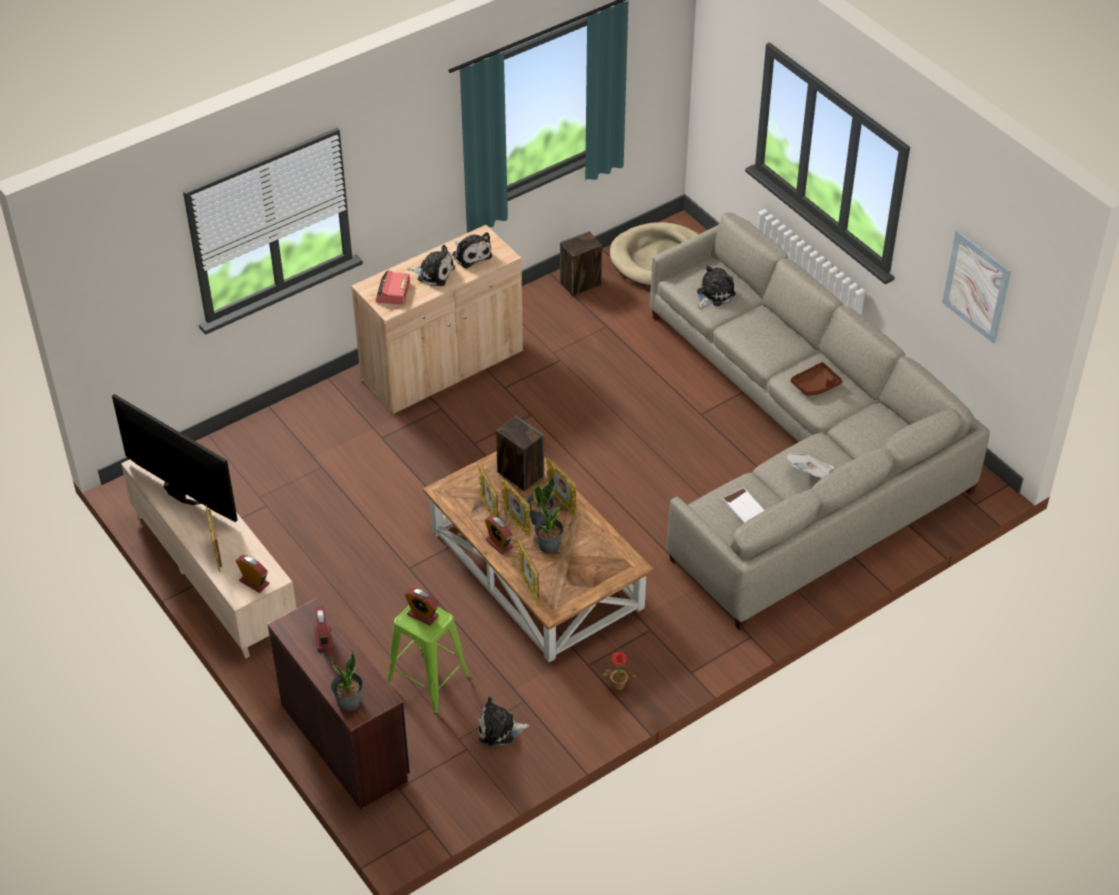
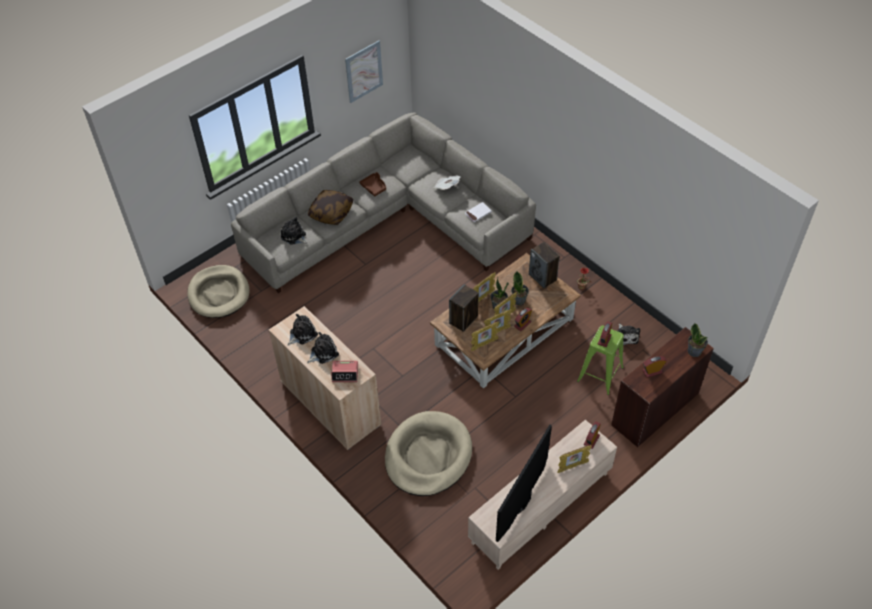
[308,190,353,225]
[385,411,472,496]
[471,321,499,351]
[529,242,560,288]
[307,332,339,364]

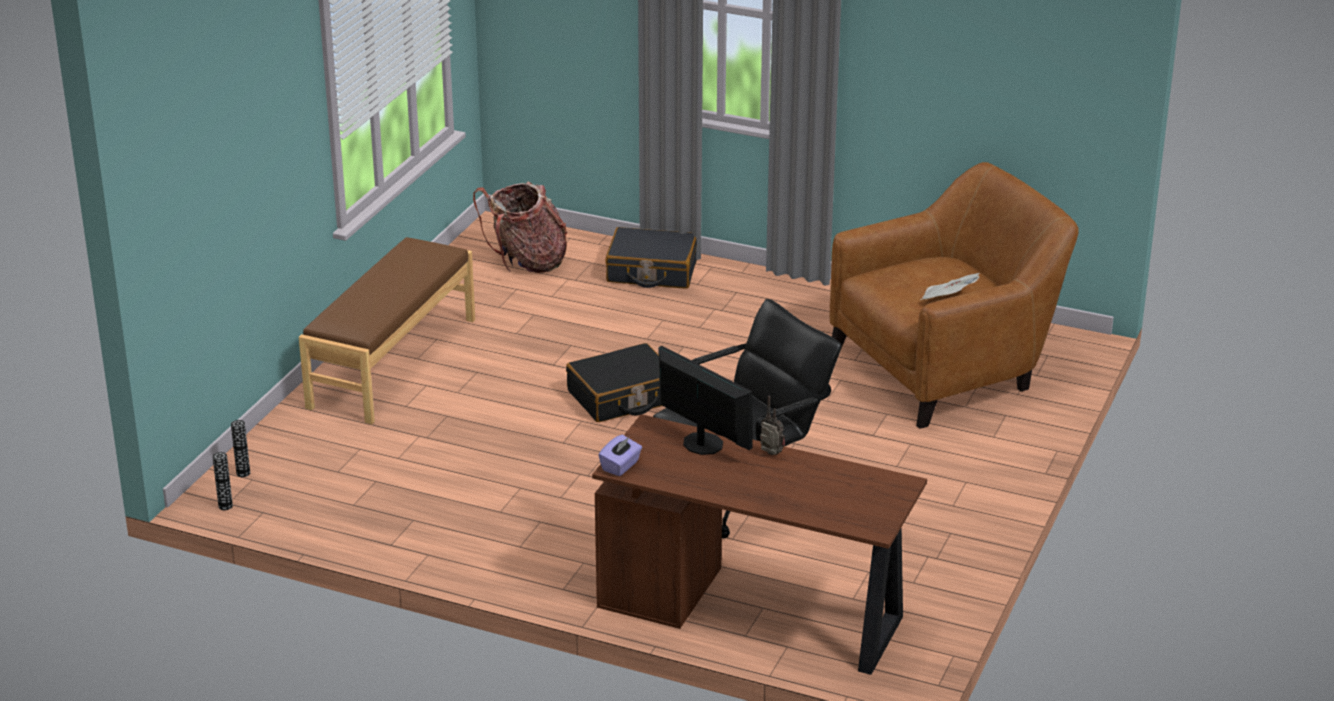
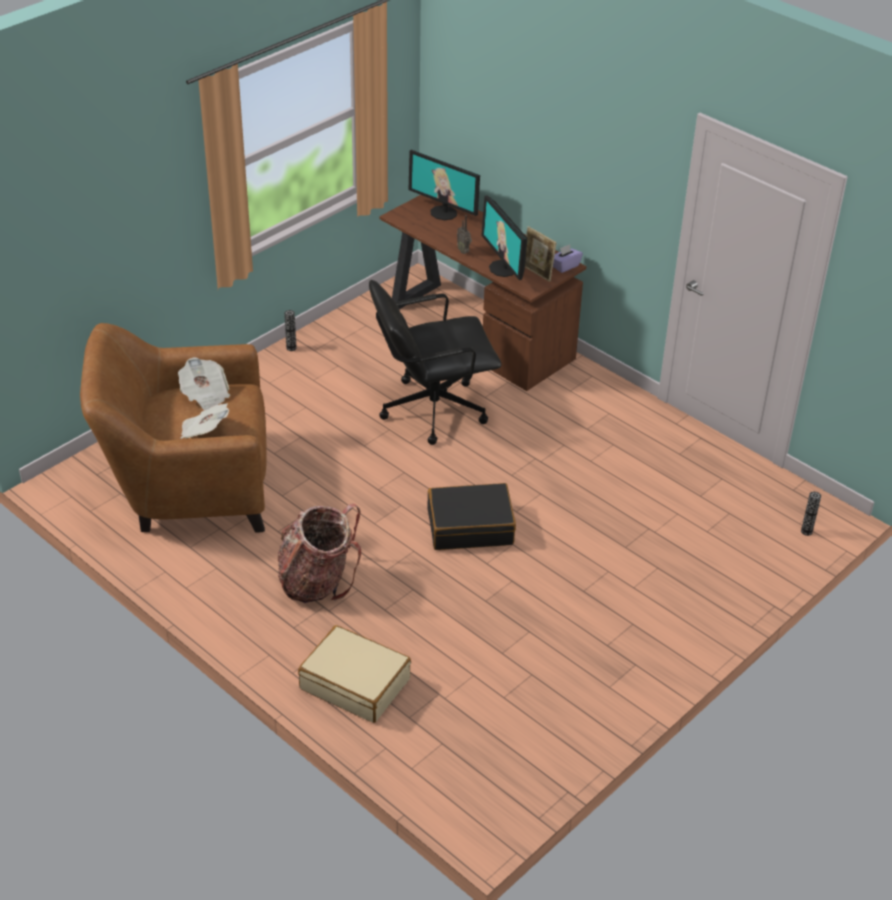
[299,237,475,424] (first image)
[180,403,229,439]
[409,150,480,220]
[525,226,557,282]
[284,310,297,351]
[278,503,361,603]
[298,625,411,723]

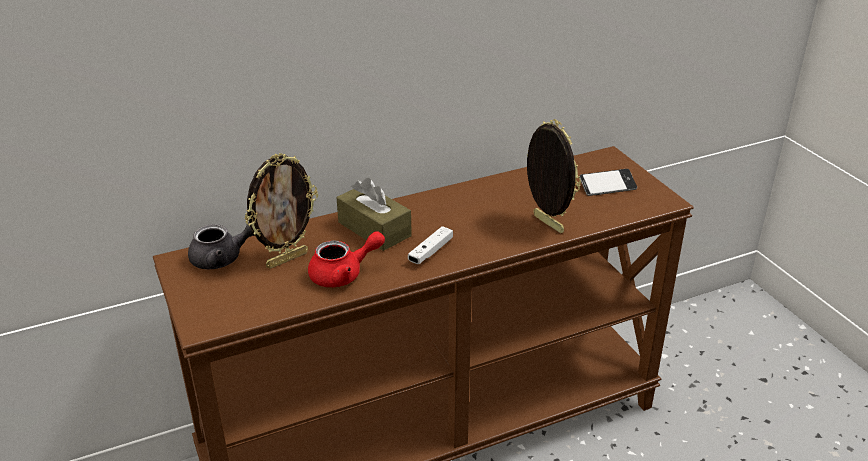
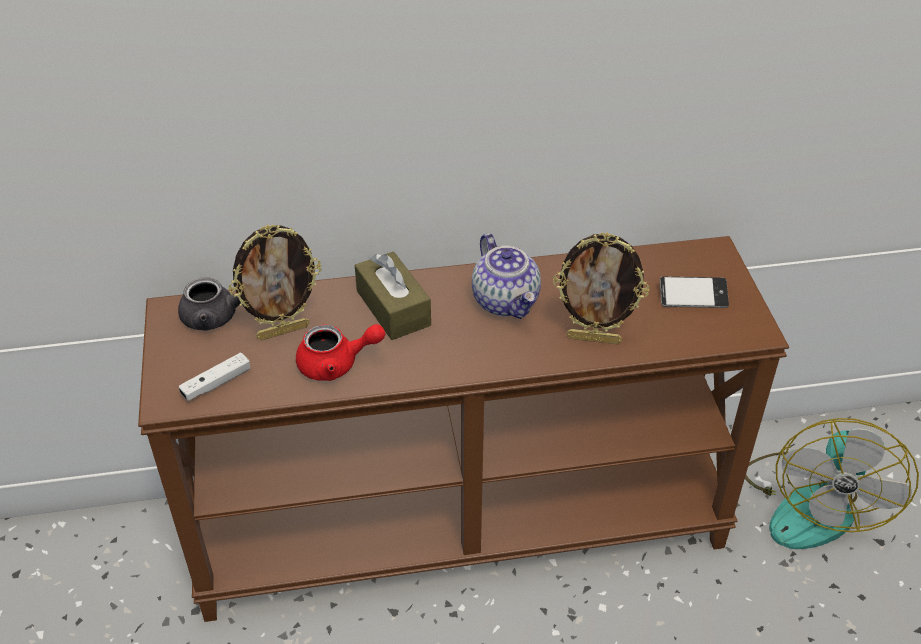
[472,233,541,319]
[745,418,919,549]
[179,352,250,401]
[553,232,649,344]

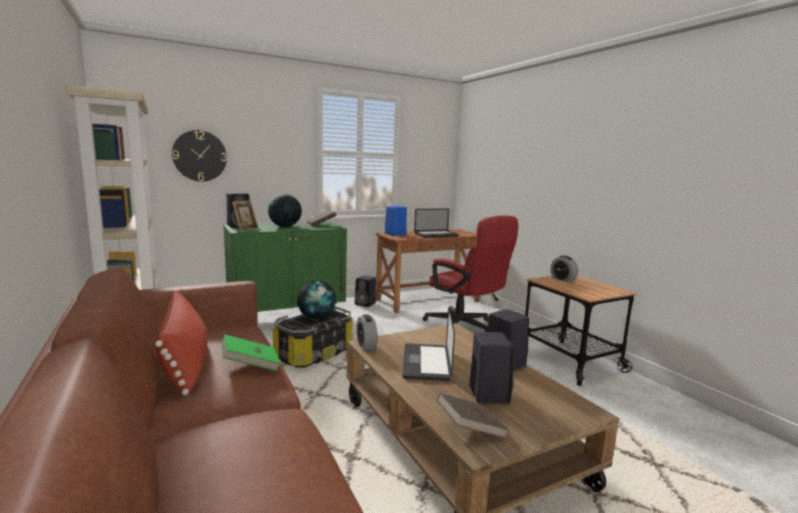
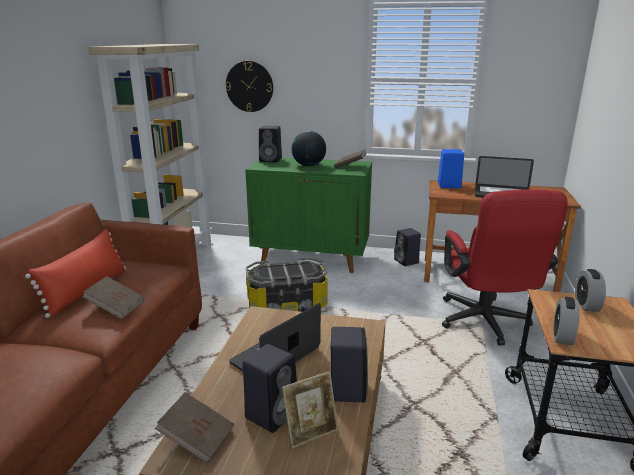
[297,280,336,319] (first image)
[282,371,338,449]
[553,297,580,345]
[82,276,144,319]

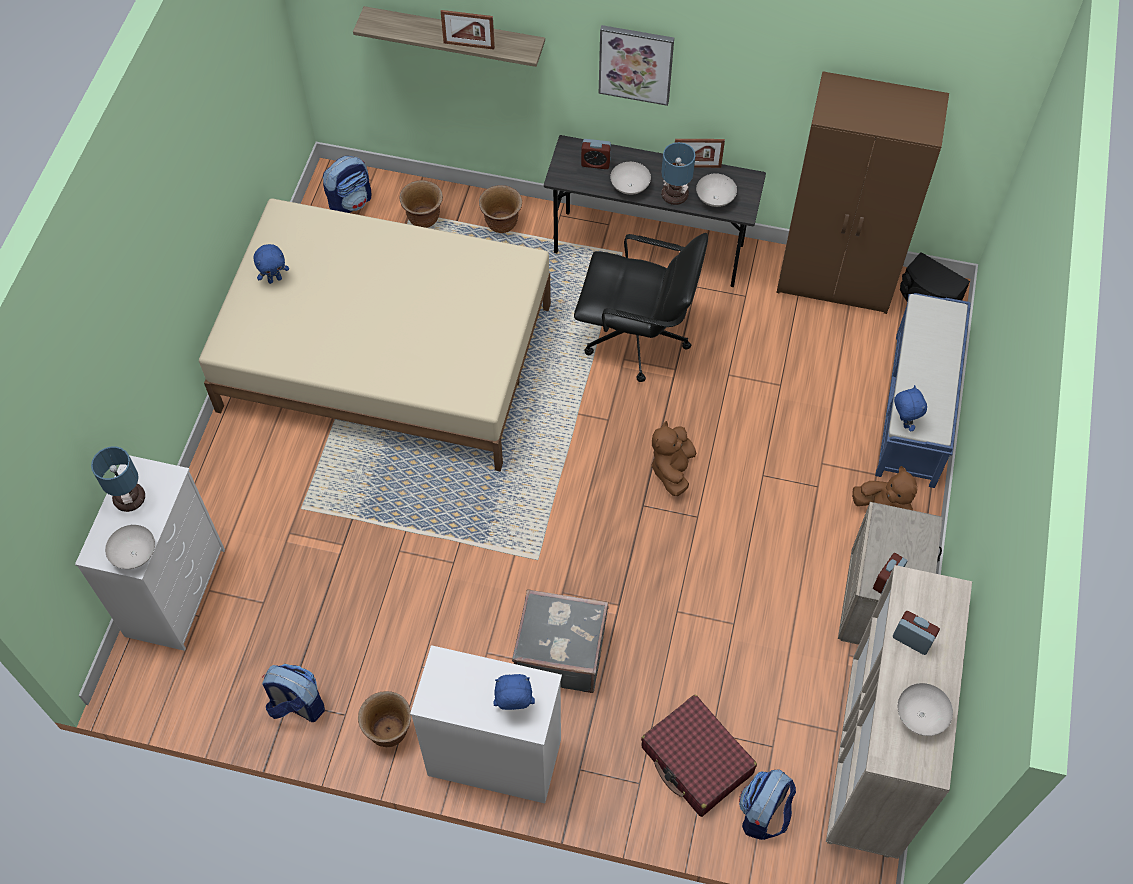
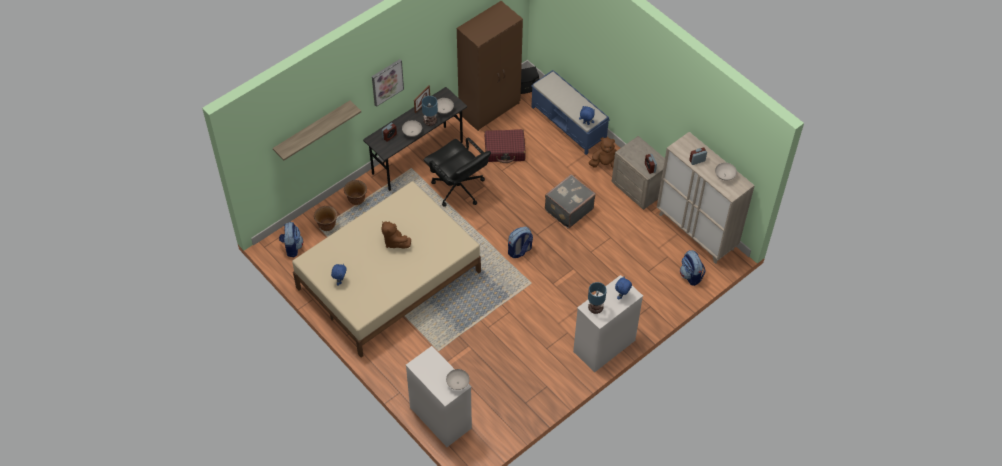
[358,691,411,747] (first image)
[441,10,495,50] (first image)
[588,282,607,314]
[508,226,533,258]
[545,174,596,229]
[485,129,526,163]
[381,221,411,248]
[424,137,491,207]

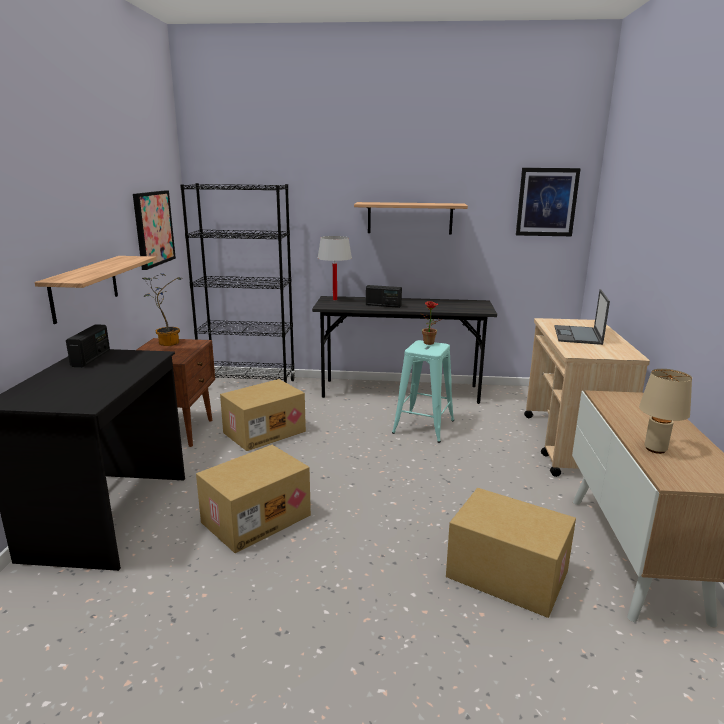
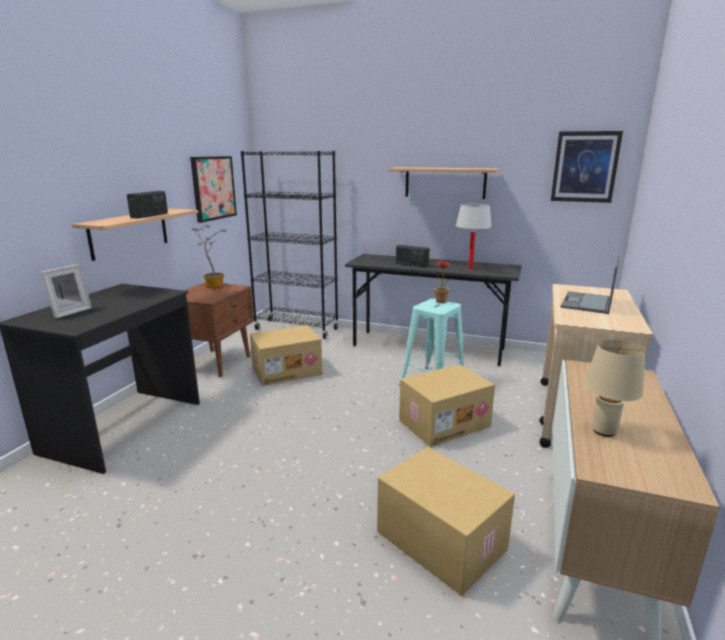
[40,264,92,319]
[127,191,168,219]
[399,364,495,447]
[456,204,492,270]

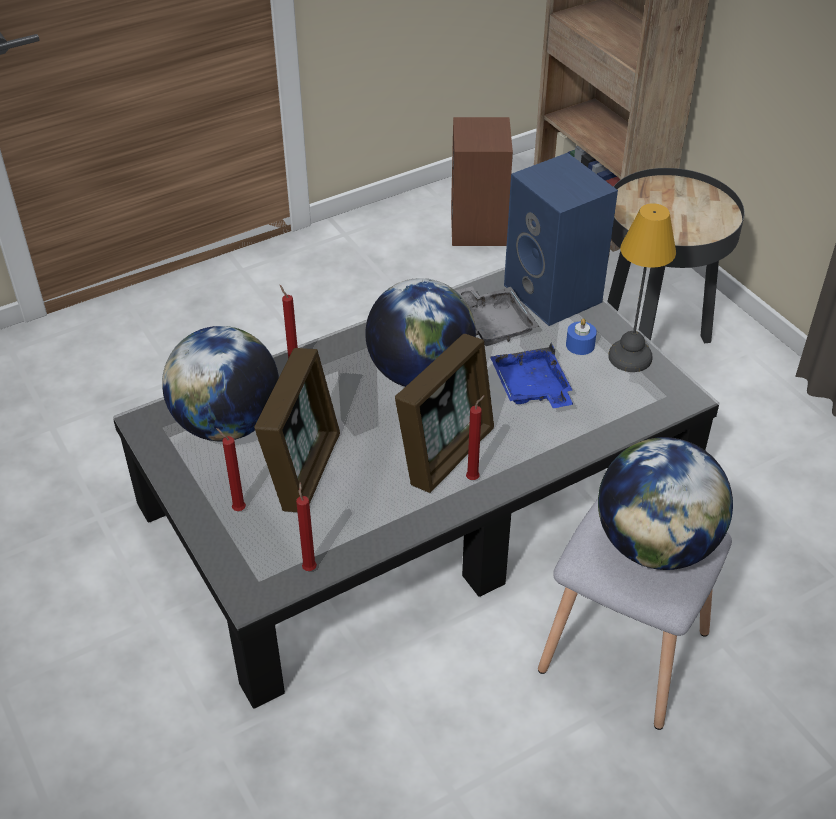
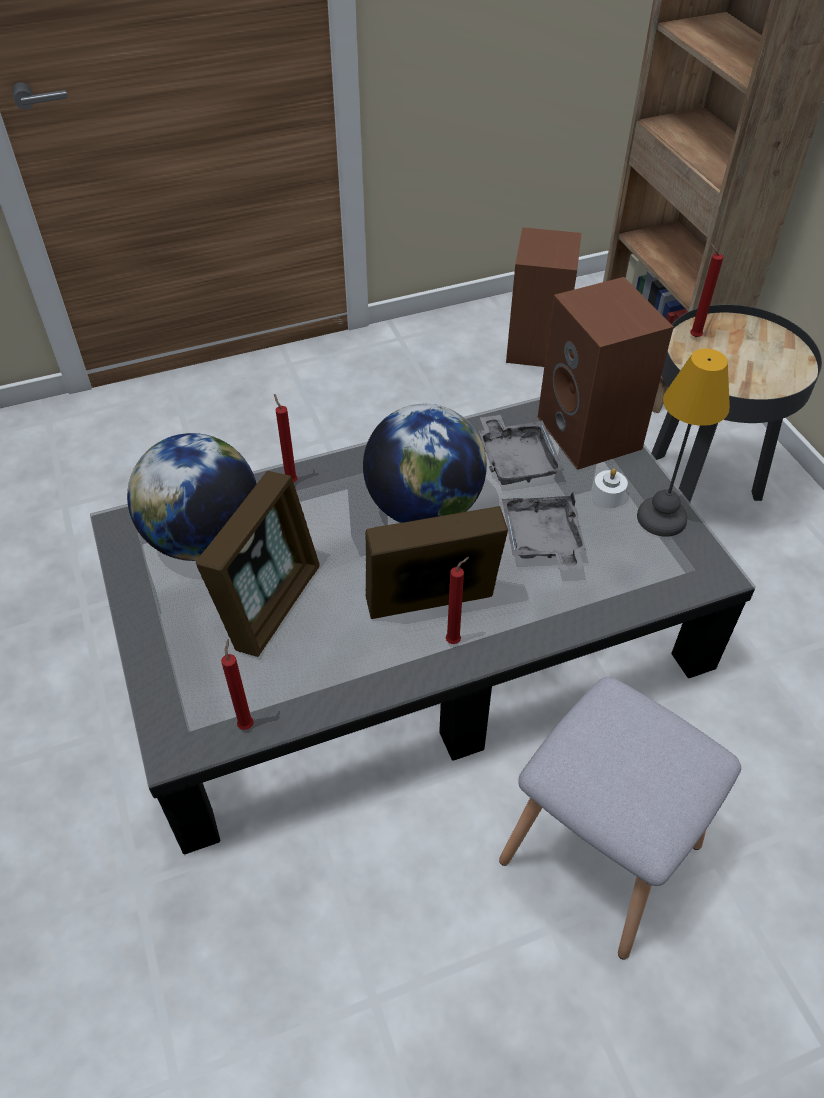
[598,437,733,570] (first image)
[690,243,724,337]
[502,492,587,570]
[538,277,674,470]
[592,469,628,508]
[365,506,508,619]

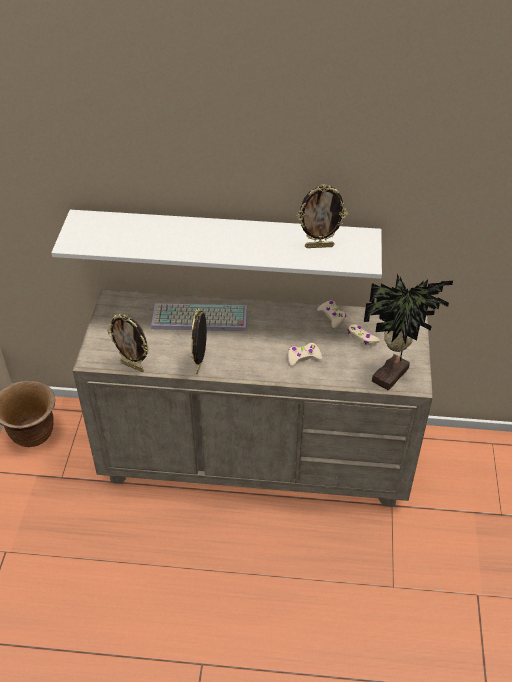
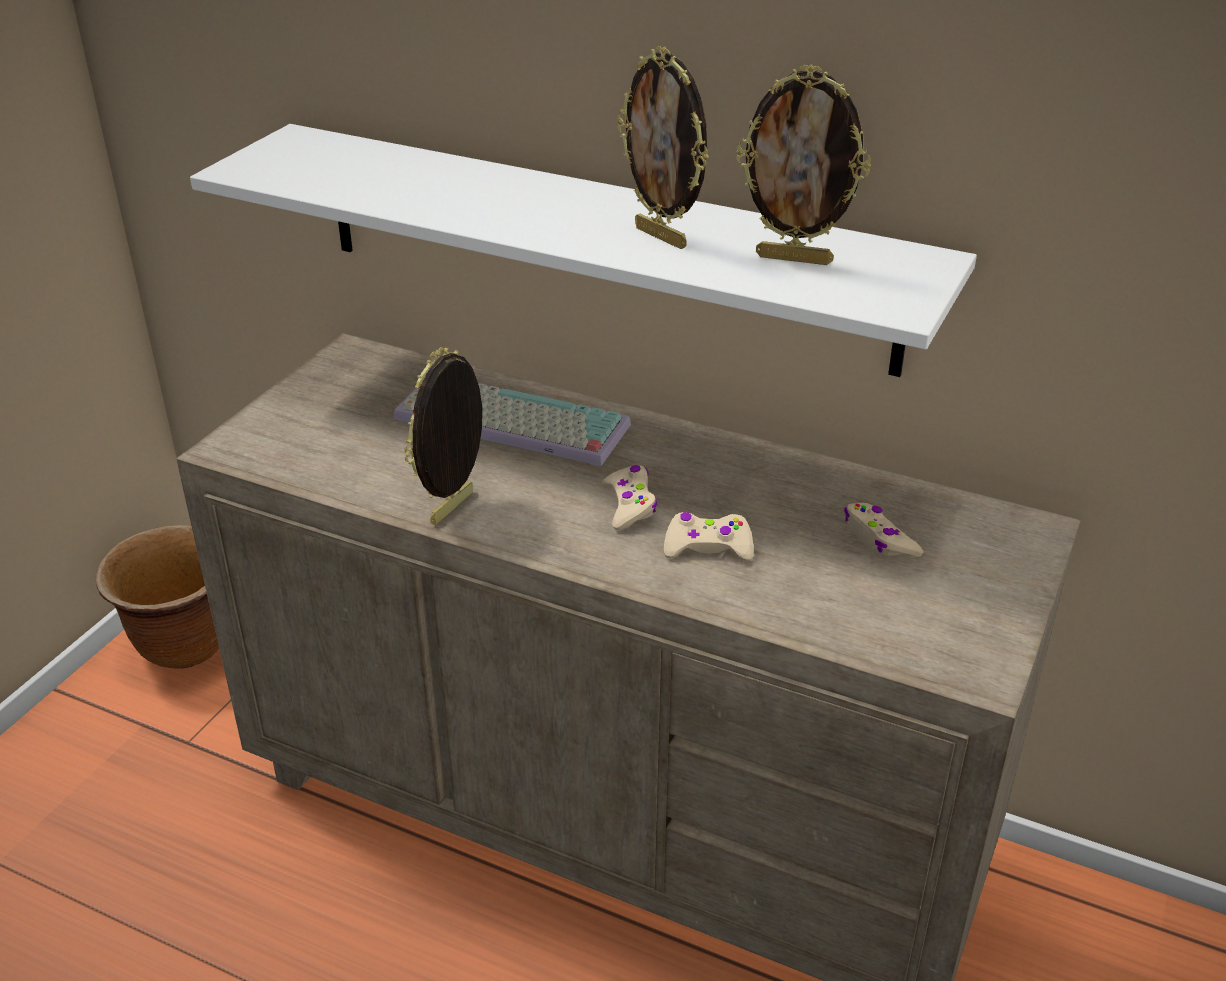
[364,273,453,390] (first image)
[617,46,709,249]
[601,465,657,530]

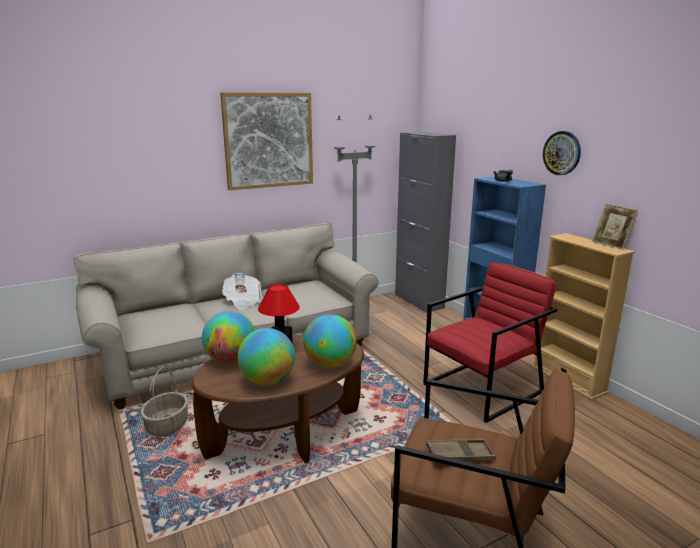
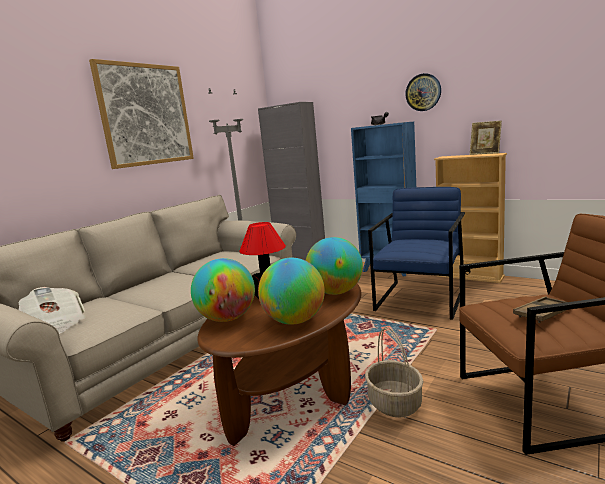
[365,327,424,418]
[18,287,86,334]
[368,187,465,320]

